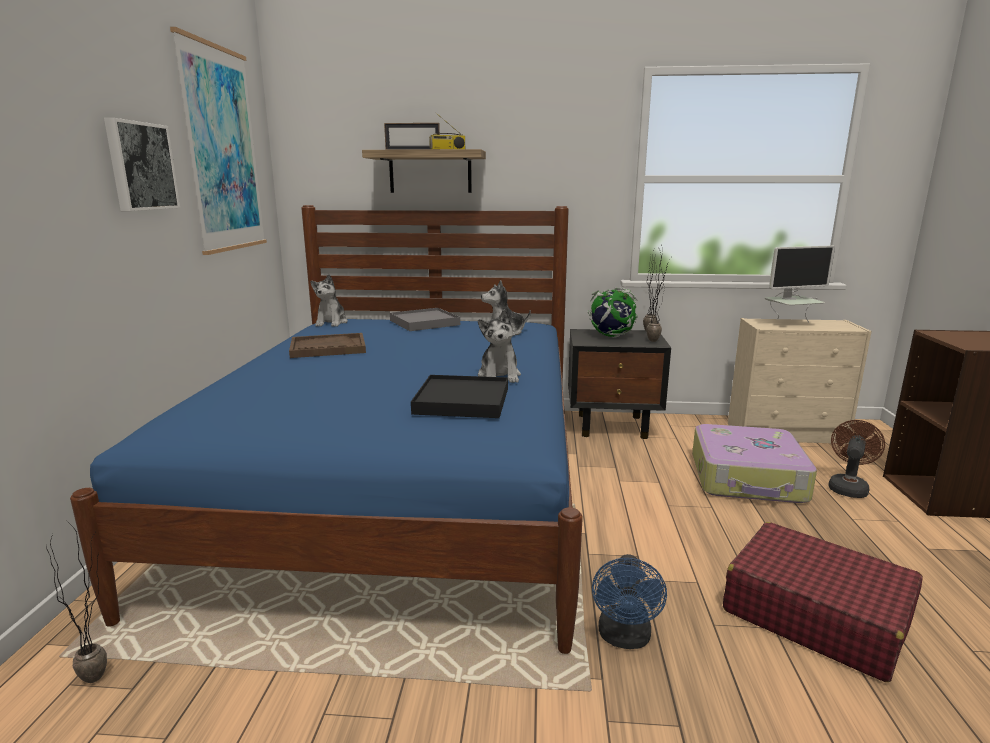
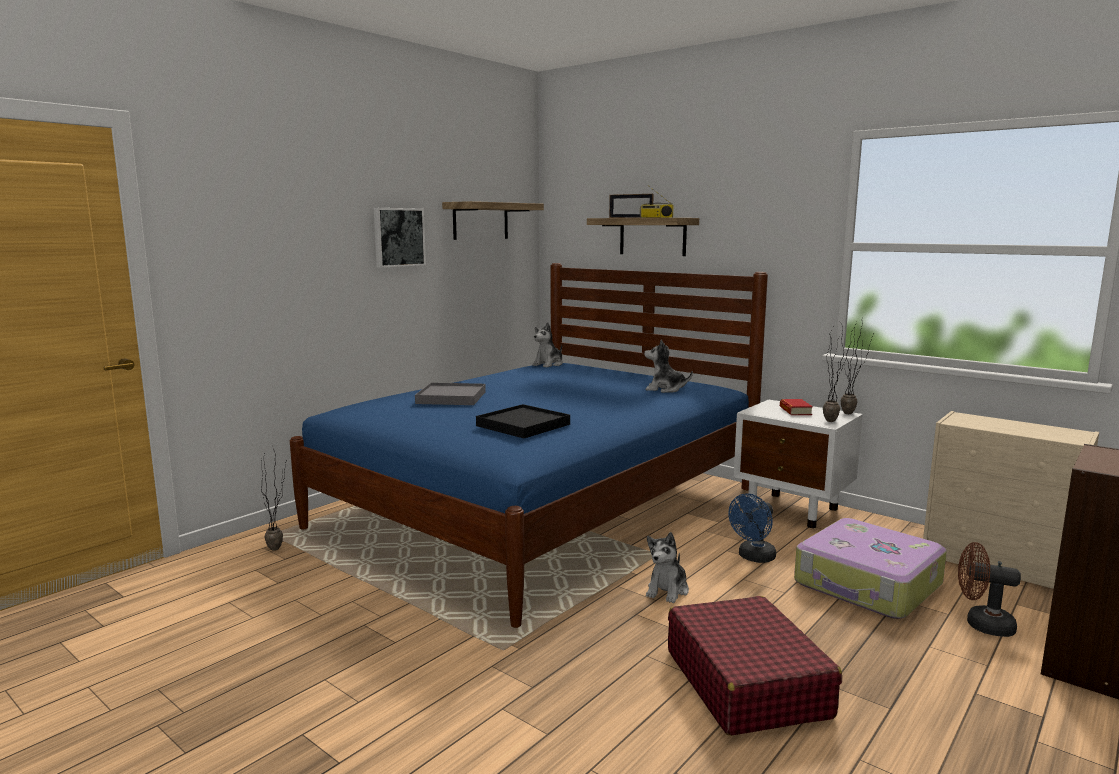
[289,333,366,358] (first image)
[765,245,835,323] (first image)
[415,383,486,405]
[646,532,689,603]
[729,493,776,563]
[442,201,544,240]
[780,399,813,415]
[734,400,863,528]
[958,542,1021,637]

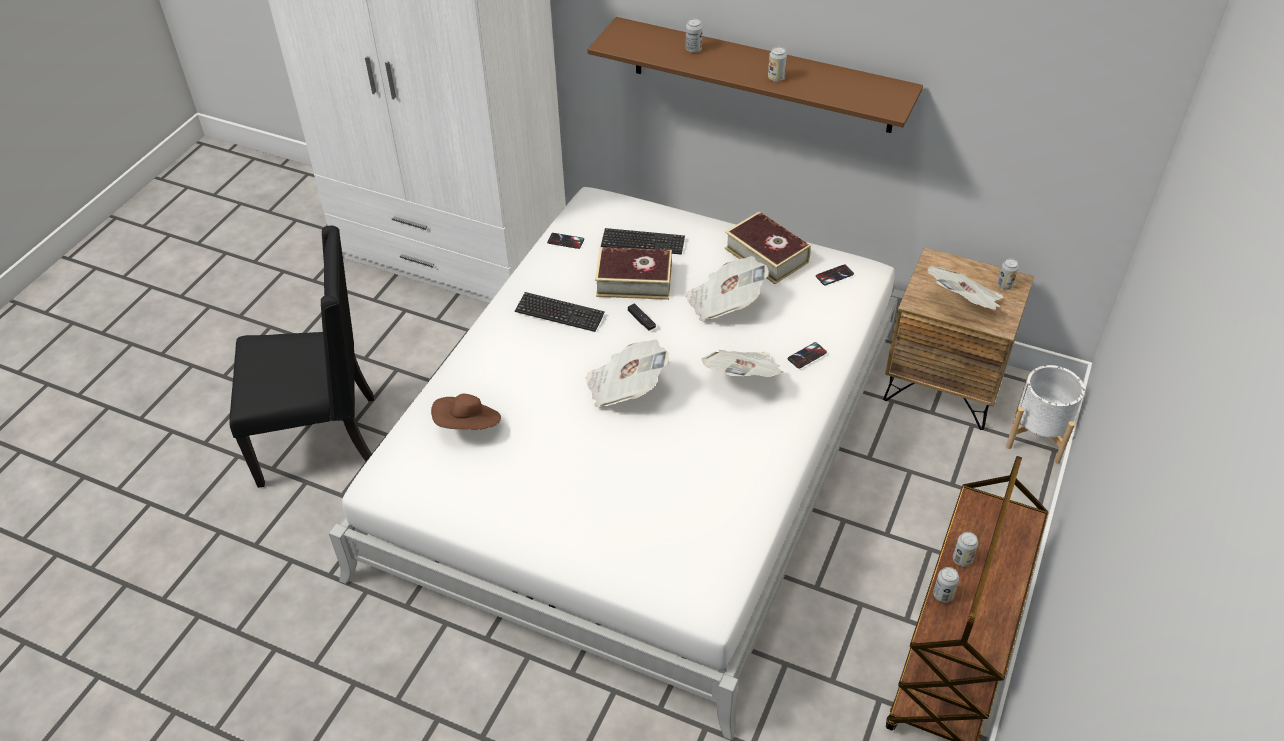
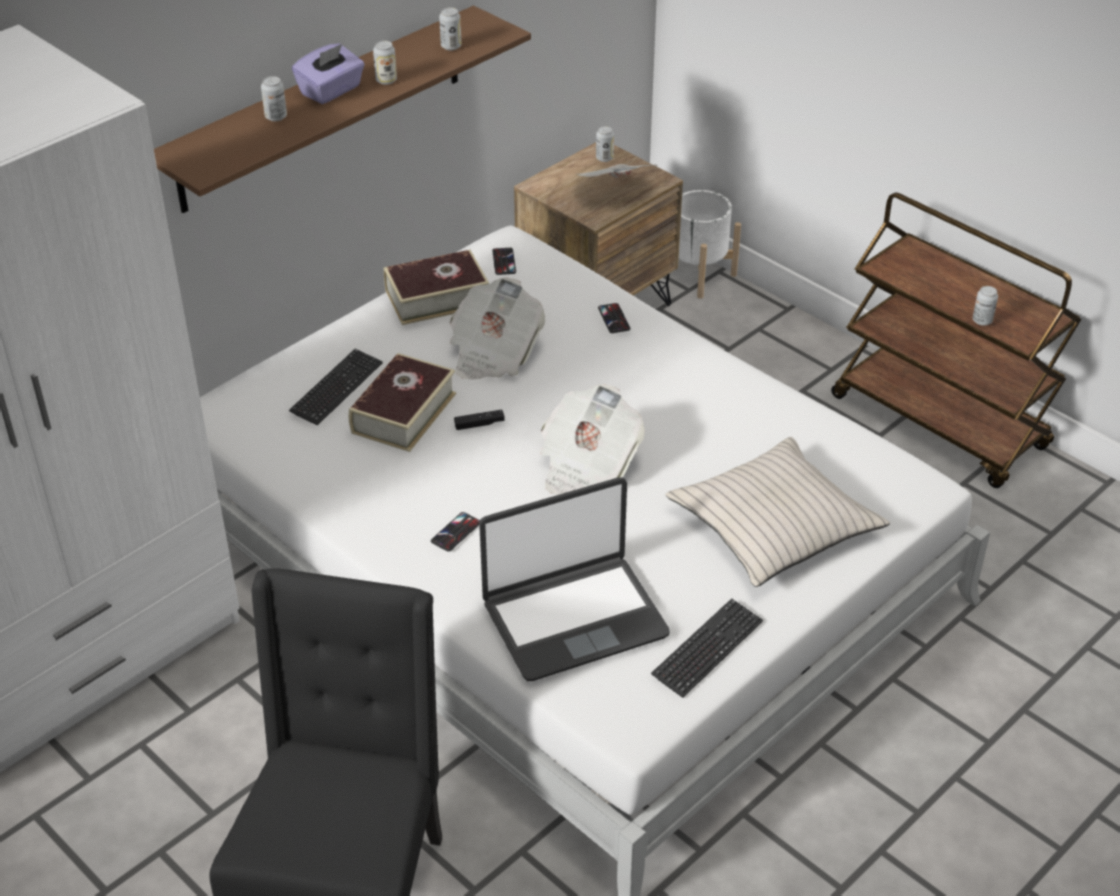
[702,350,783,377] (first image)
[292,43,365,104]
[665,437,890,587]
[651,598,763,698]
[431,512,480,552]
[439,7,461,51]
[479,477,670,681]

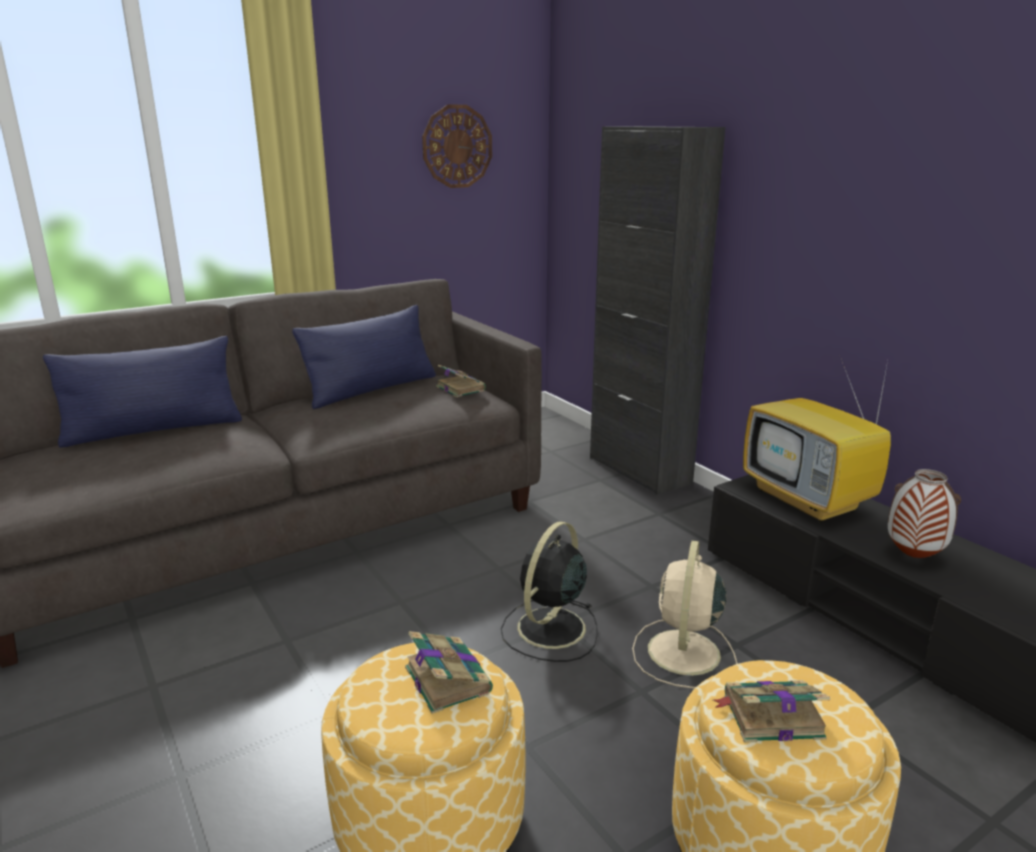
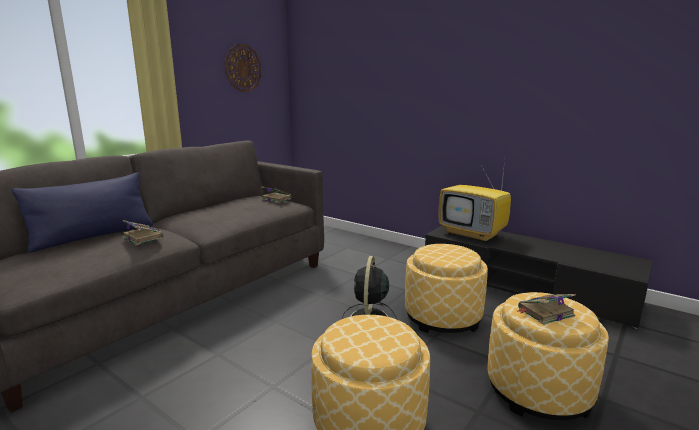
[292,305,436,409] (first image)
[590,126,725,495] (first image)
[888,469,961,558] (first image)
[123,220,163,245]
[405,244,488,333]

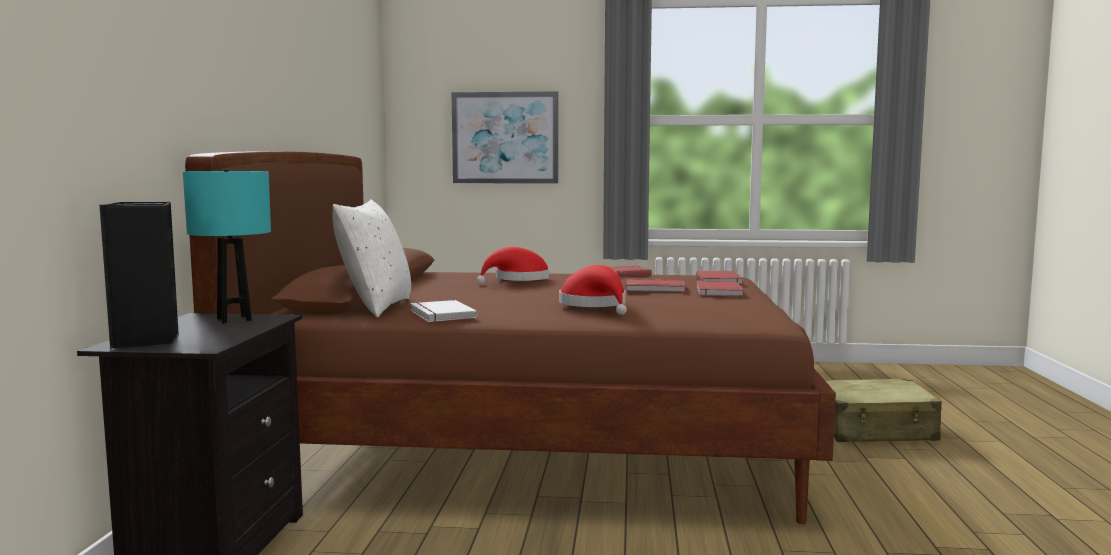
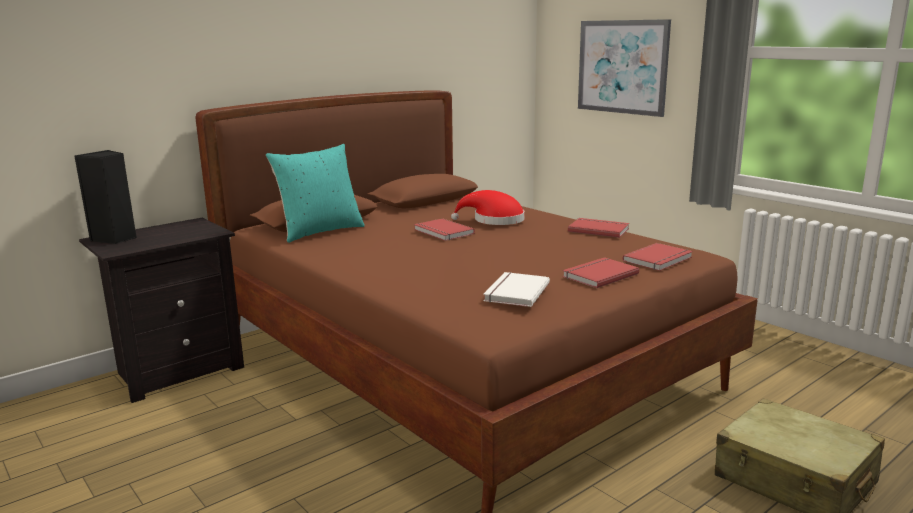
[183,170,271,323] (first image)
[559,265,627,315] (first image)
[483,272,550,307]
[414,218,475,241]
[266,144,365,243]

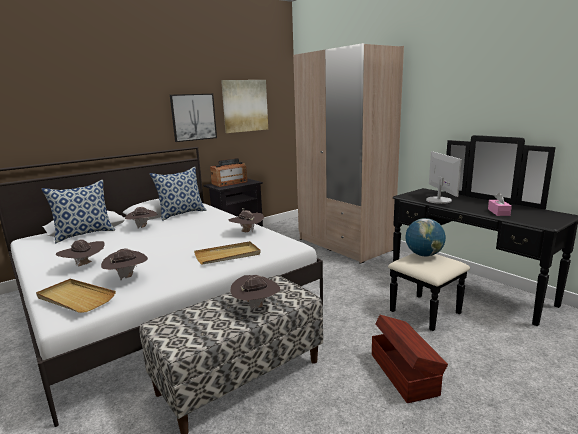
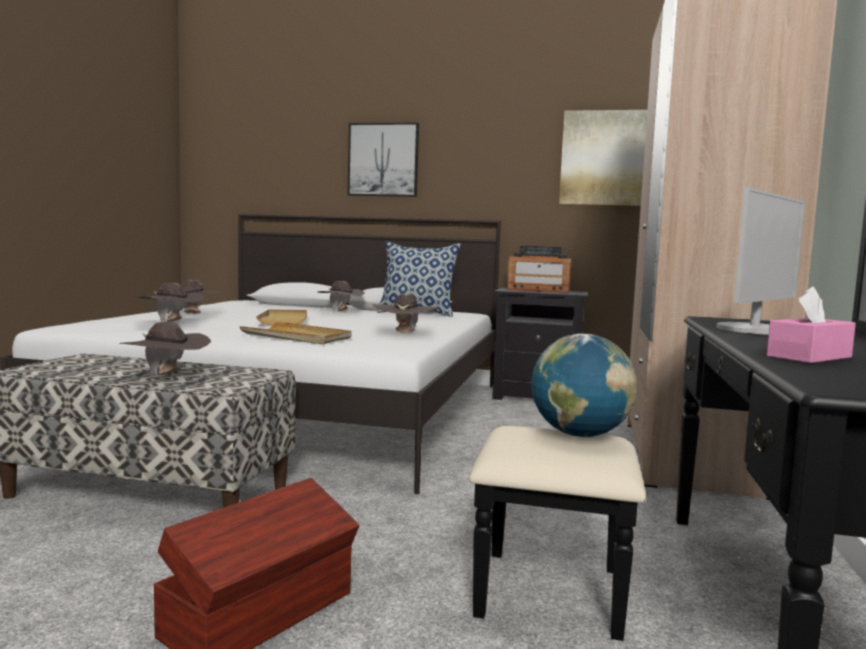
[42,180,115,243] (first image)
[256,309,307,325]
[348,123,419,197]

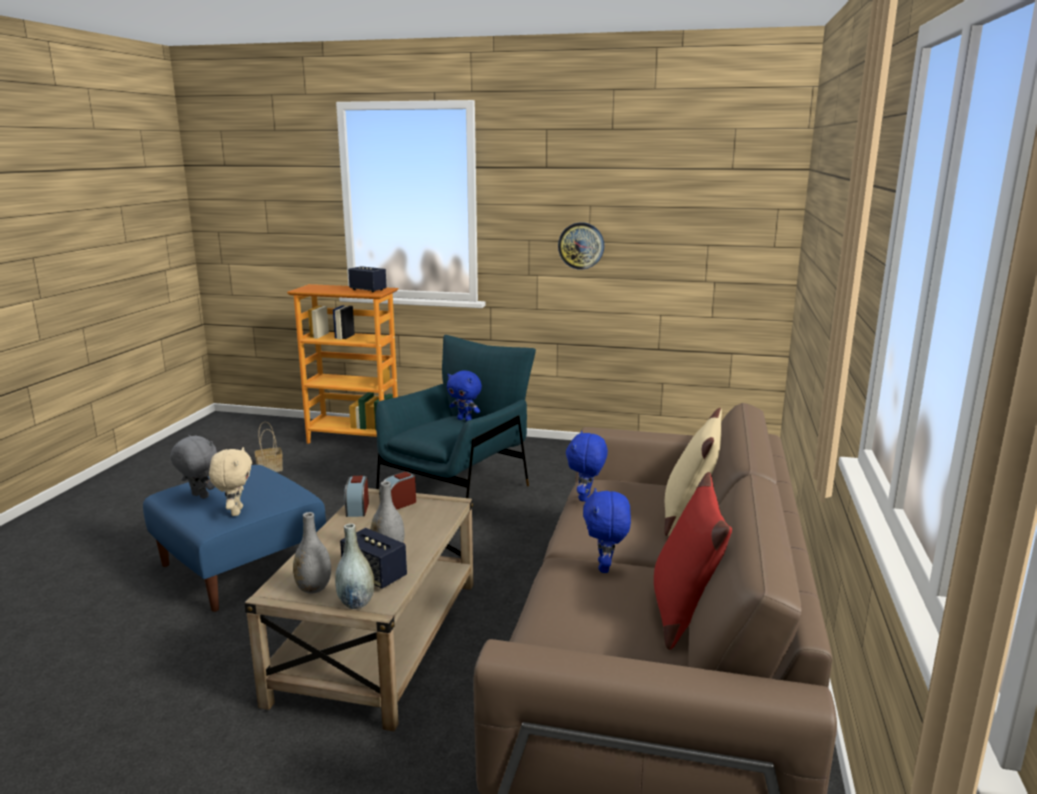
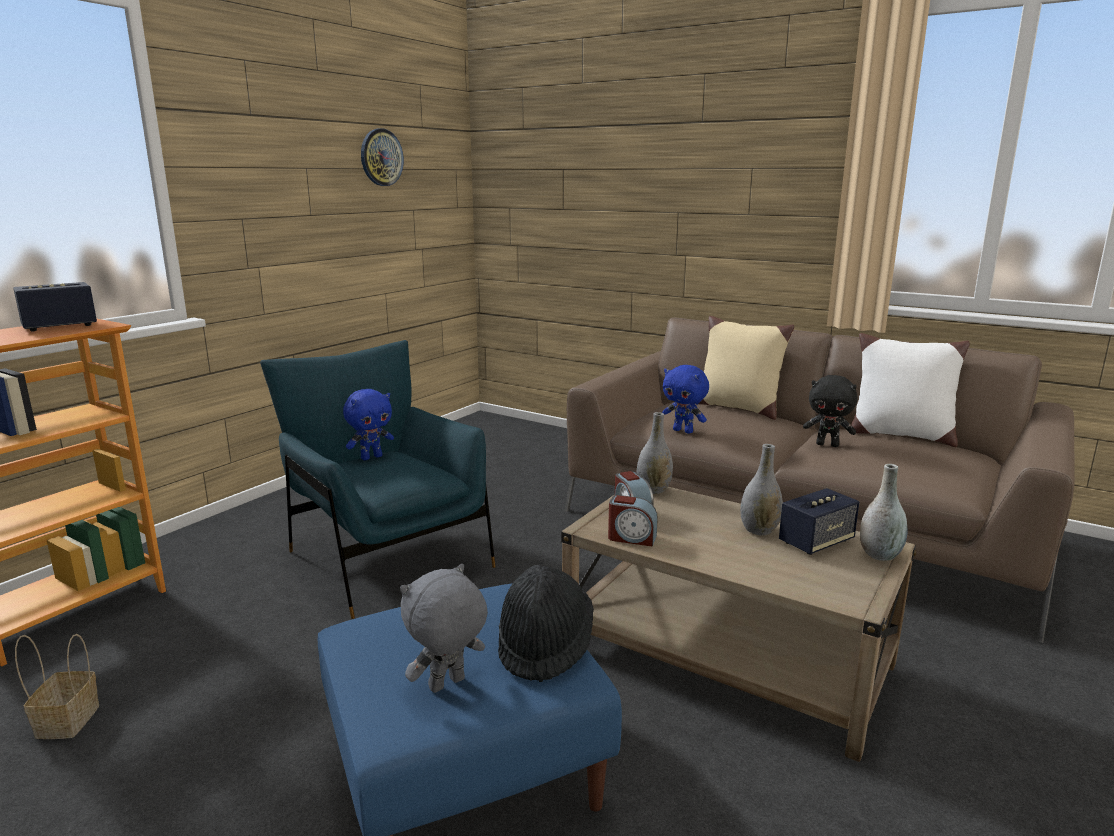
[637,412,673,494]
[361,128,404,186]
[498,565,594,682]
[803,375,858,447]
[851,333,970,447]

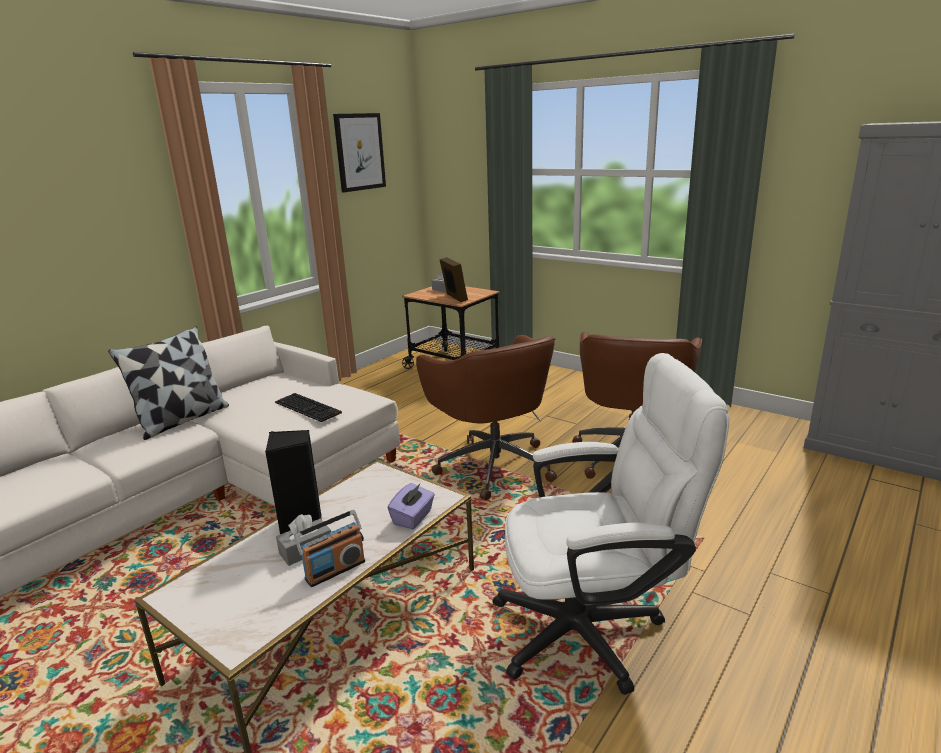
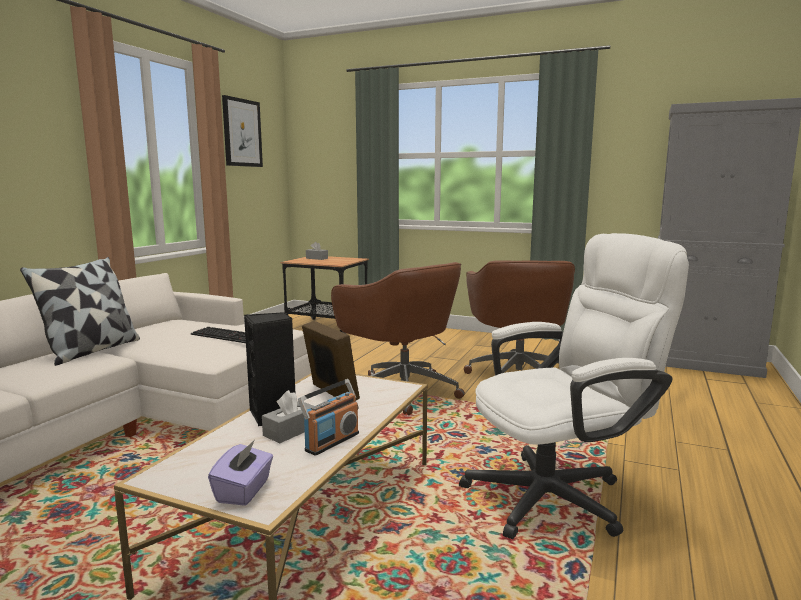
[208,441,273,506]
[302,321,360,400]

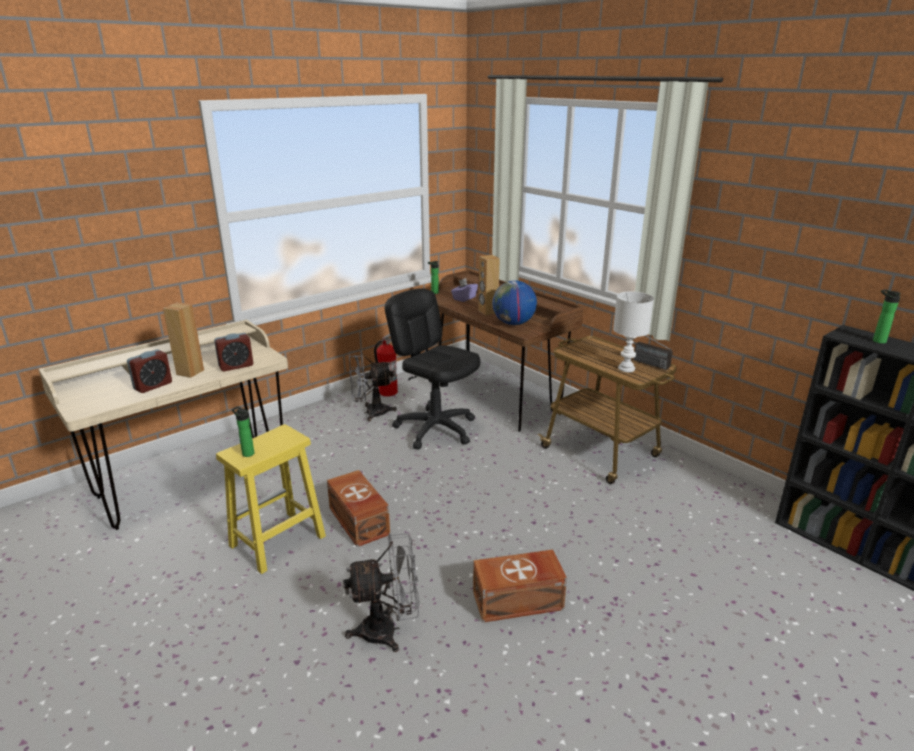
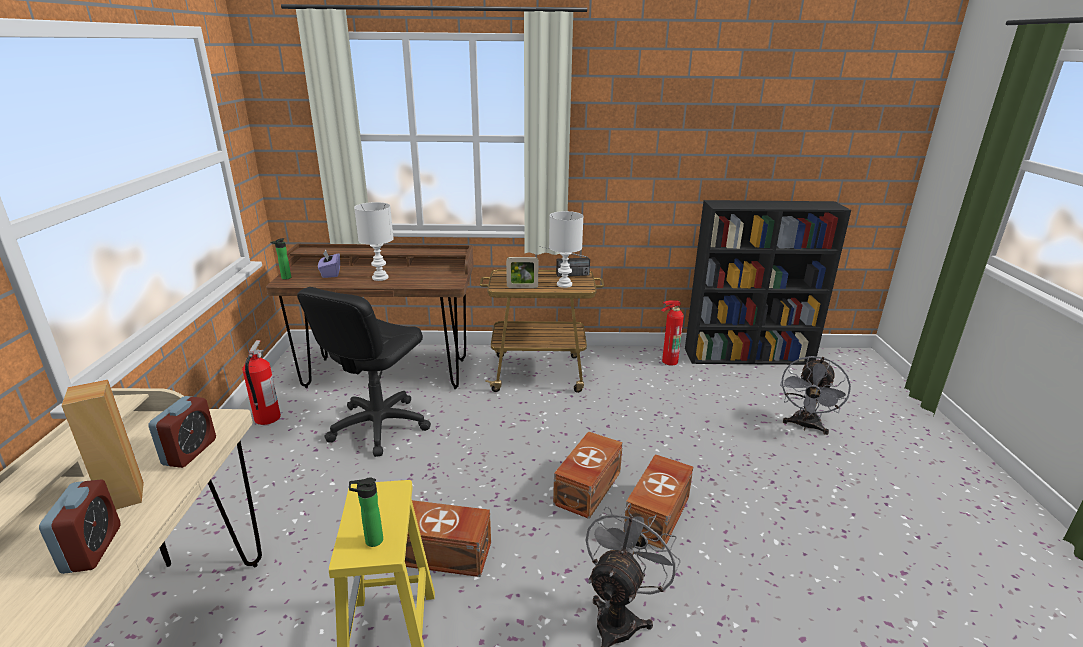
[492,280,537,325] (first image)
[873,289,901,344] (first image)
[506,257,538,288]
[553,431,623,519]
[661,300,684,366]
[780,356,851,435]
[354,202,394,281]
[297,287,431,457]

